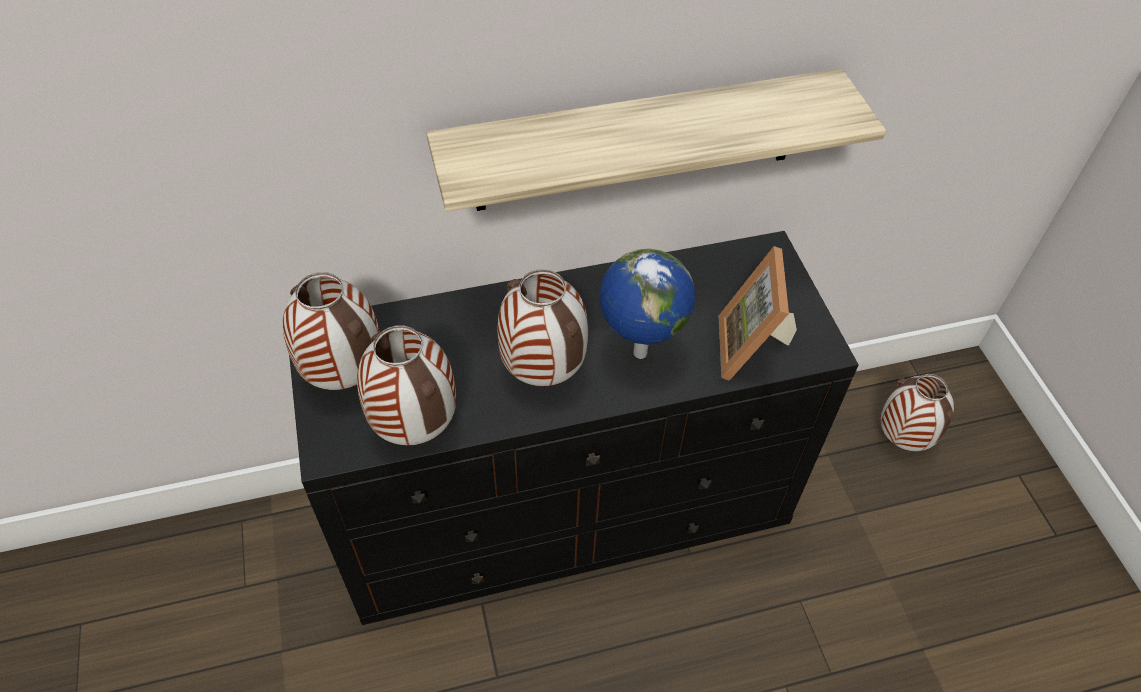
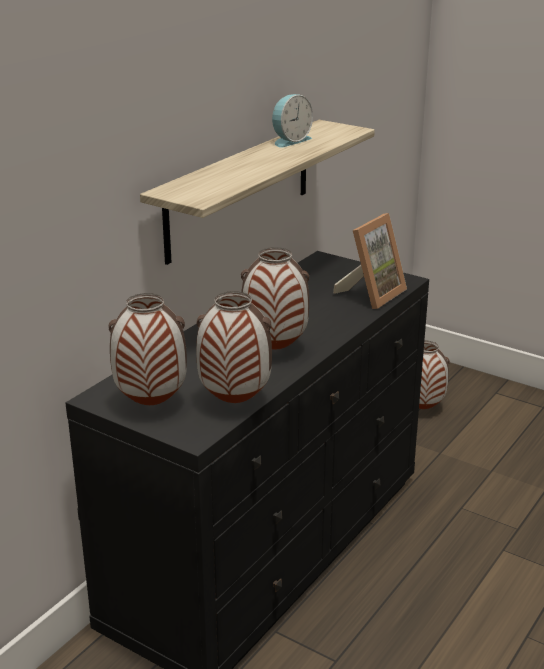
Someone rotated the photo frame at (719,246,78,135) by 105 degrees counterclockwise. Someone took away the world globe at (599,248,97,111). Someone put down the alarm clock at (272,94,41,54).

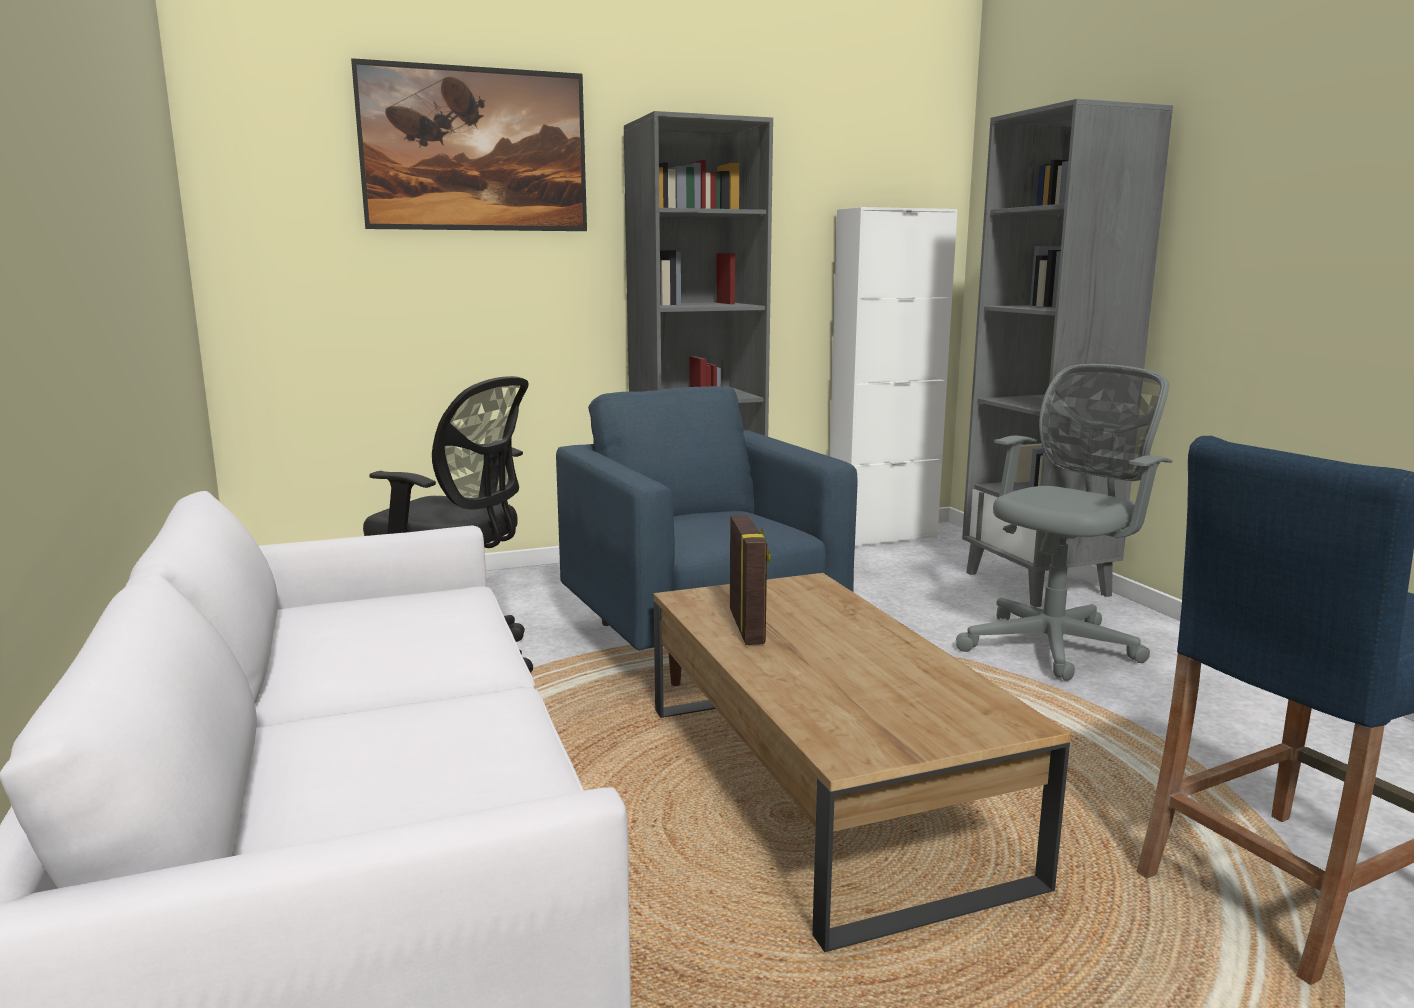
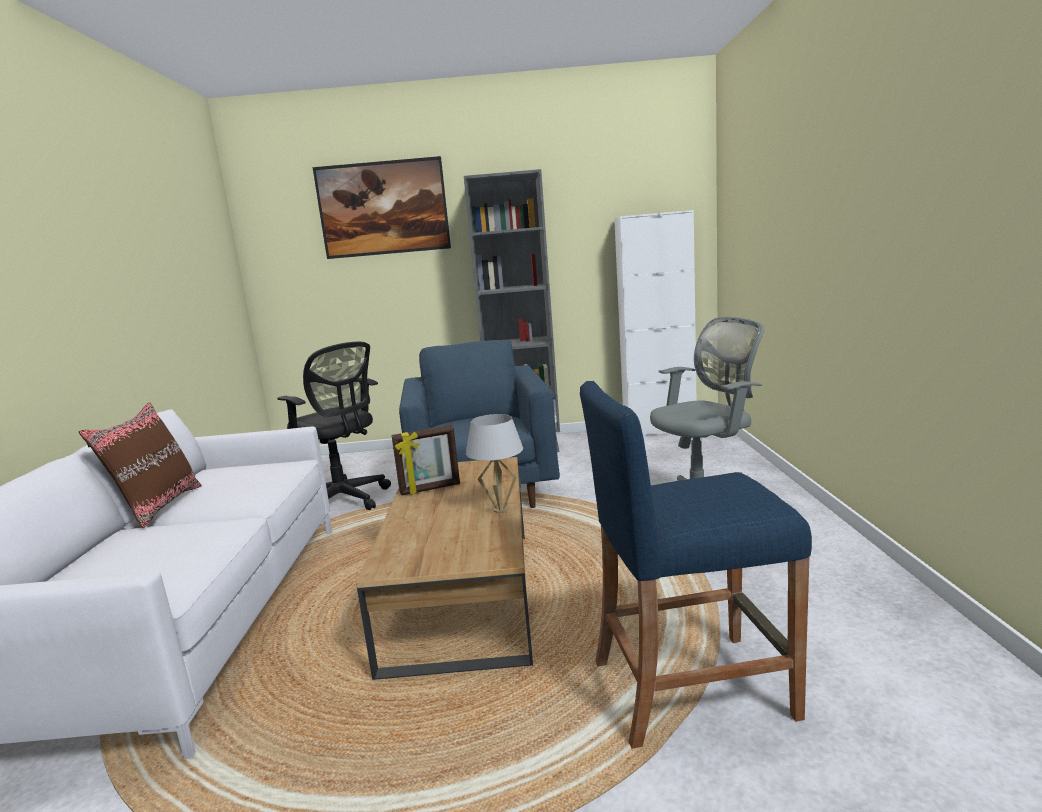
Someone took away the gray shelving unit at (962,99,211,508). Someone rotated the photo frame at (730,515,40,130) by 60 degrees clockwise. Someone put down the brownish pillow at (79,402,123,126). Someone put down the white tabletop lamp at (466,414,57,99).

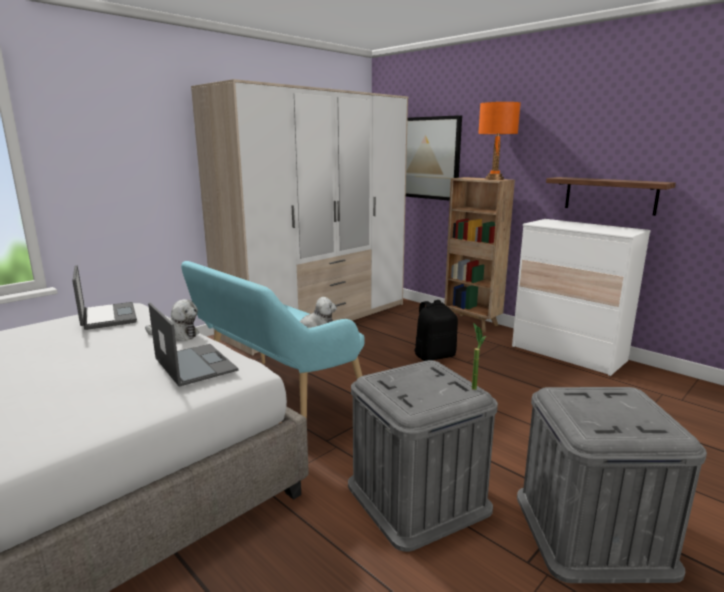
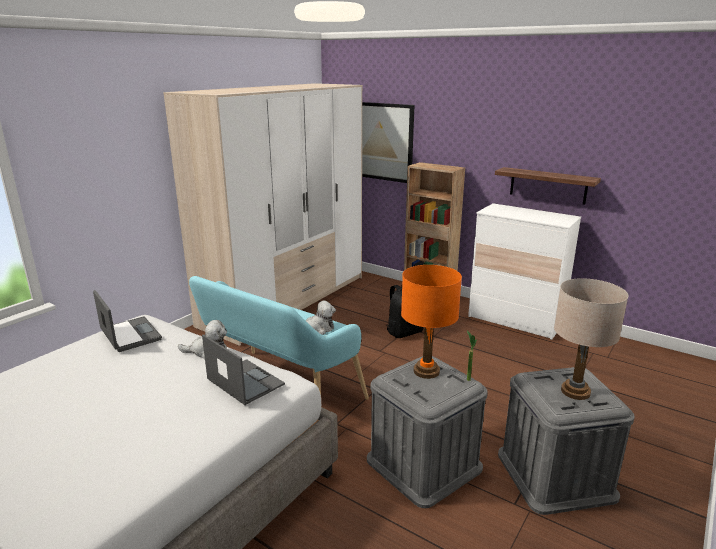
Someone carried the orange-coloured tabletop lamp from (478,102,43,78) to (401,265,61,114). Someone put down the beige tabletop lamp at (554,278,74,122).

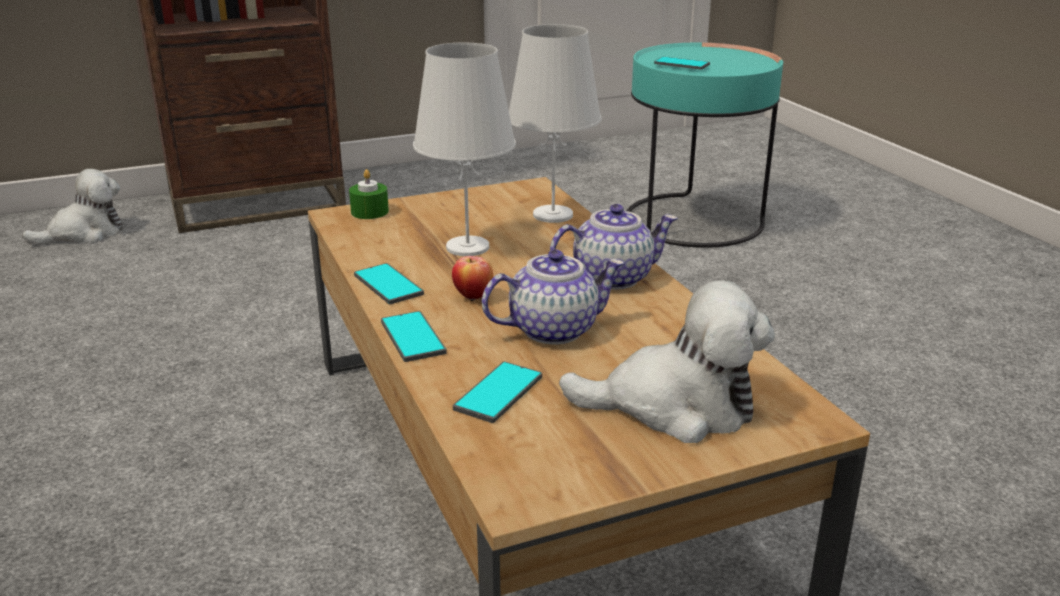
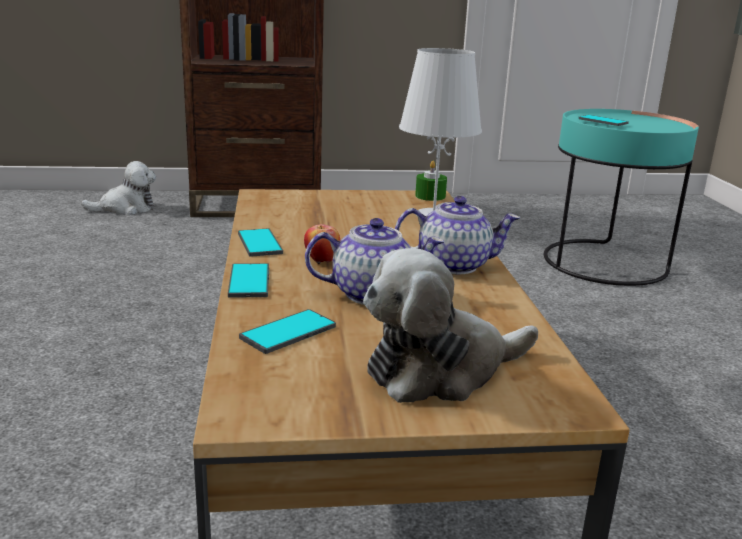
Someone took away the white tabletop lamp at (413,43,103,213). Someone carried the greenish wax candle from (349,169,40,50) to (415,161,32,40). Someone rotated the cuddly toy at (559,280,216,163) by 135 degrees clockwise.

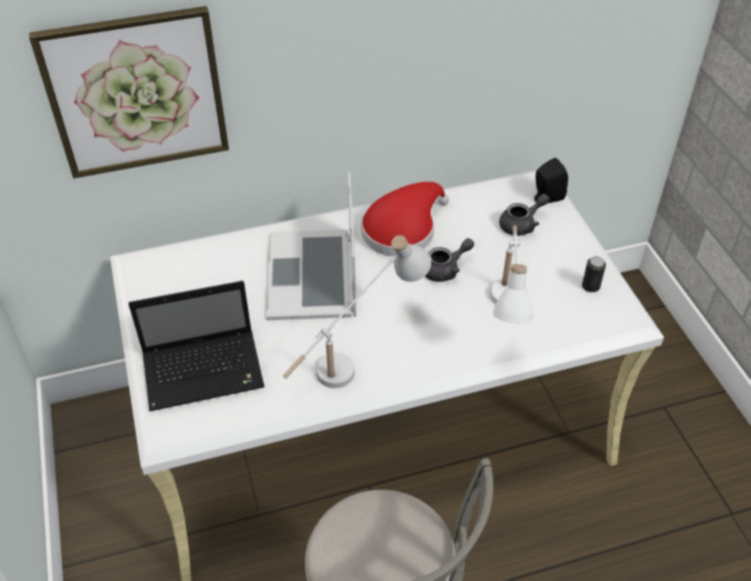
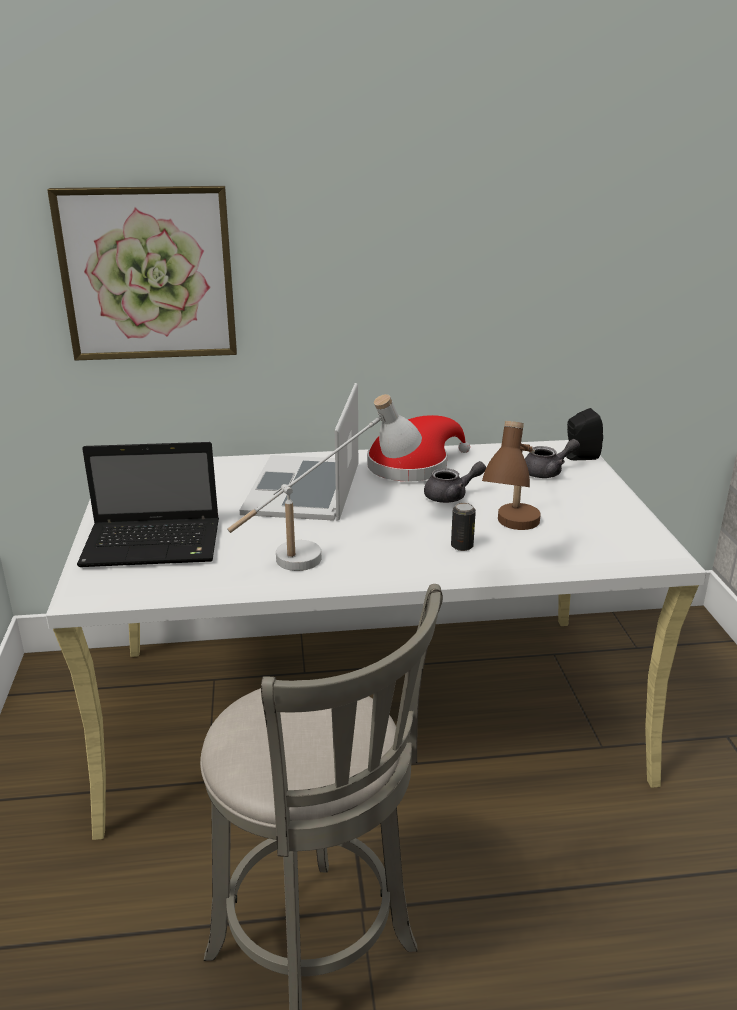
Someone repainted the white tabletop lamp at (490,225,43,98), which became the brownish tabletop lamp at (482,421,59,109). Someone carried the sealed can from (582,256,24,36) to (451,503,25,48).

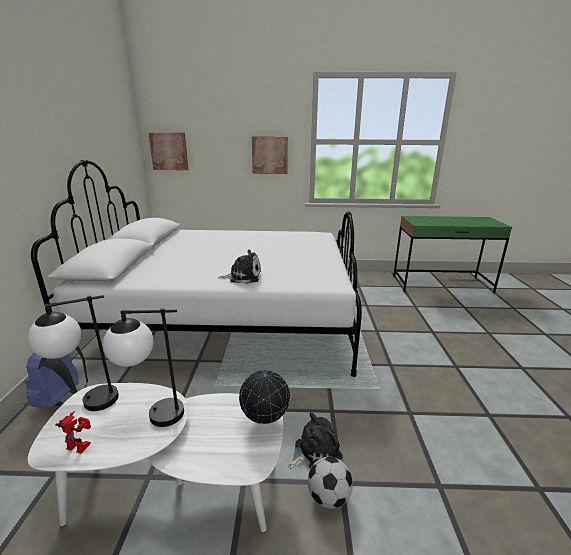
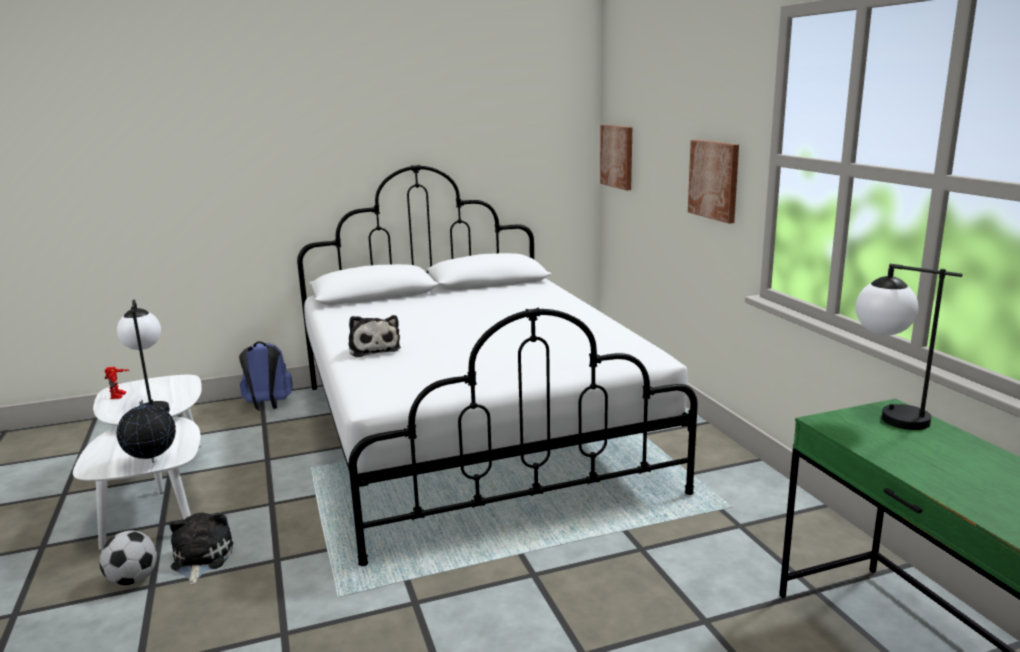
Someone carried the tabletop lamp from (28,295,91,116) to (856,264,107,166). Someone rotated the cuddly toy at (288,412,55,57) by 135 degrees counterclockwise.

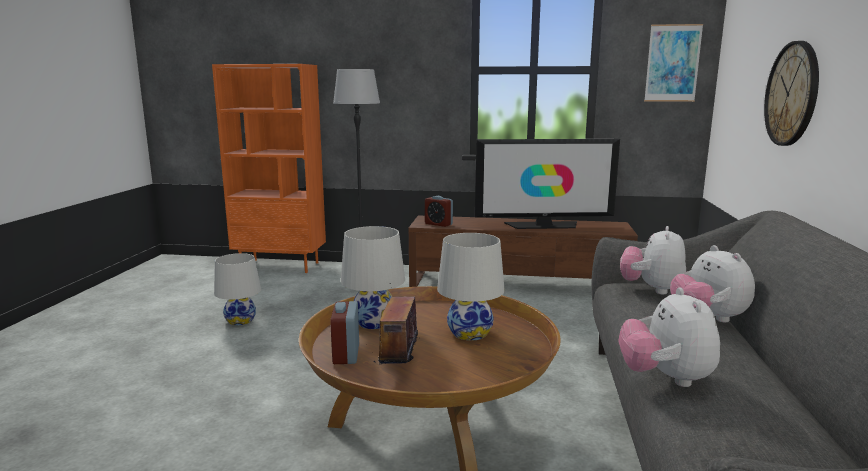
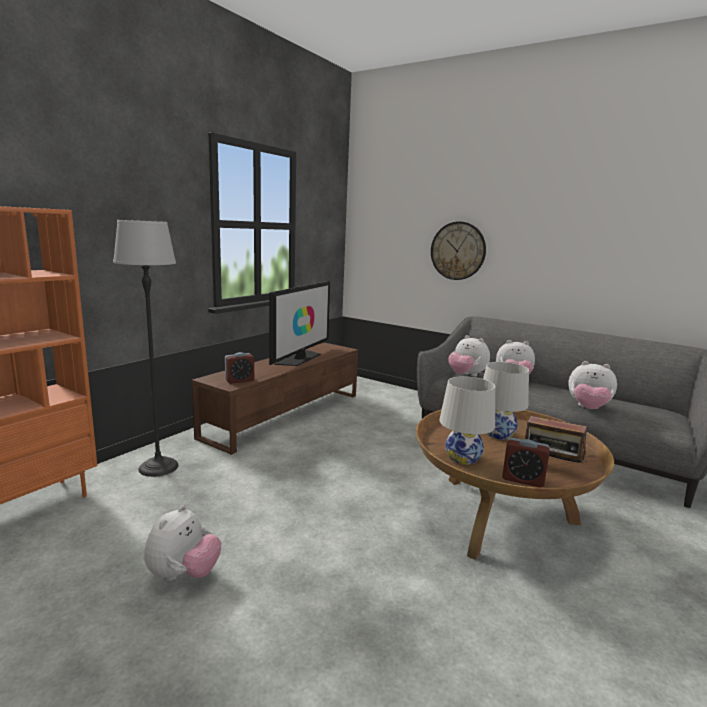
Someone took away the picture at (644,24,59,78). Someone swapped the white tabletop lamp at (214,253,47,73) for the cuddly toy at (144,505,77,76).

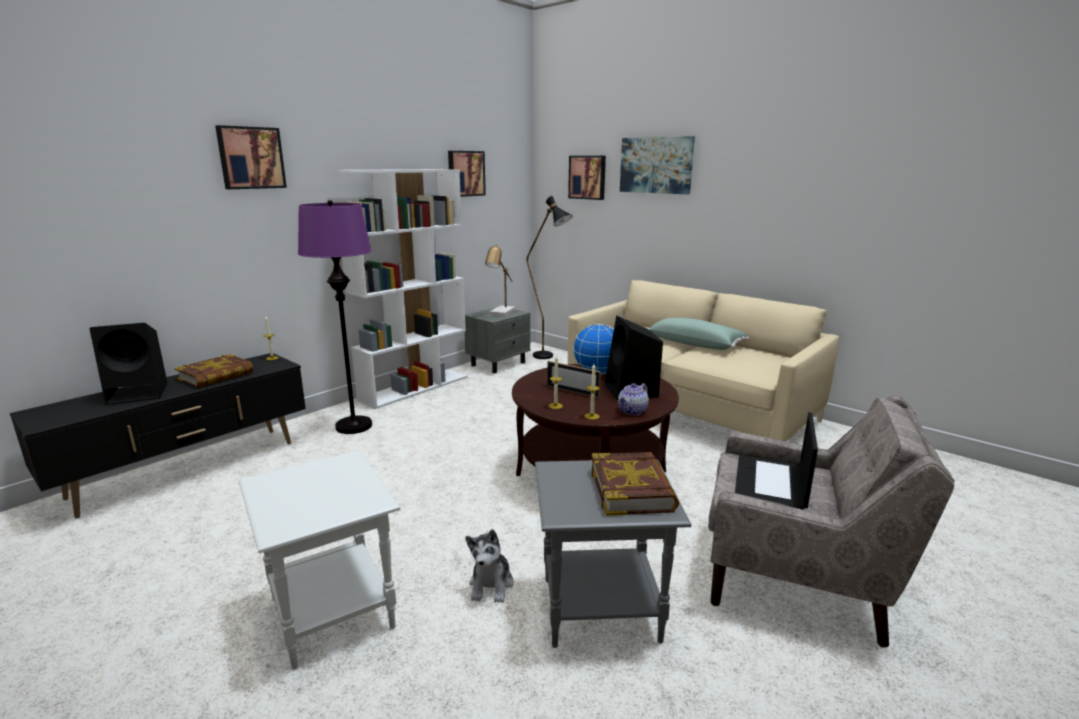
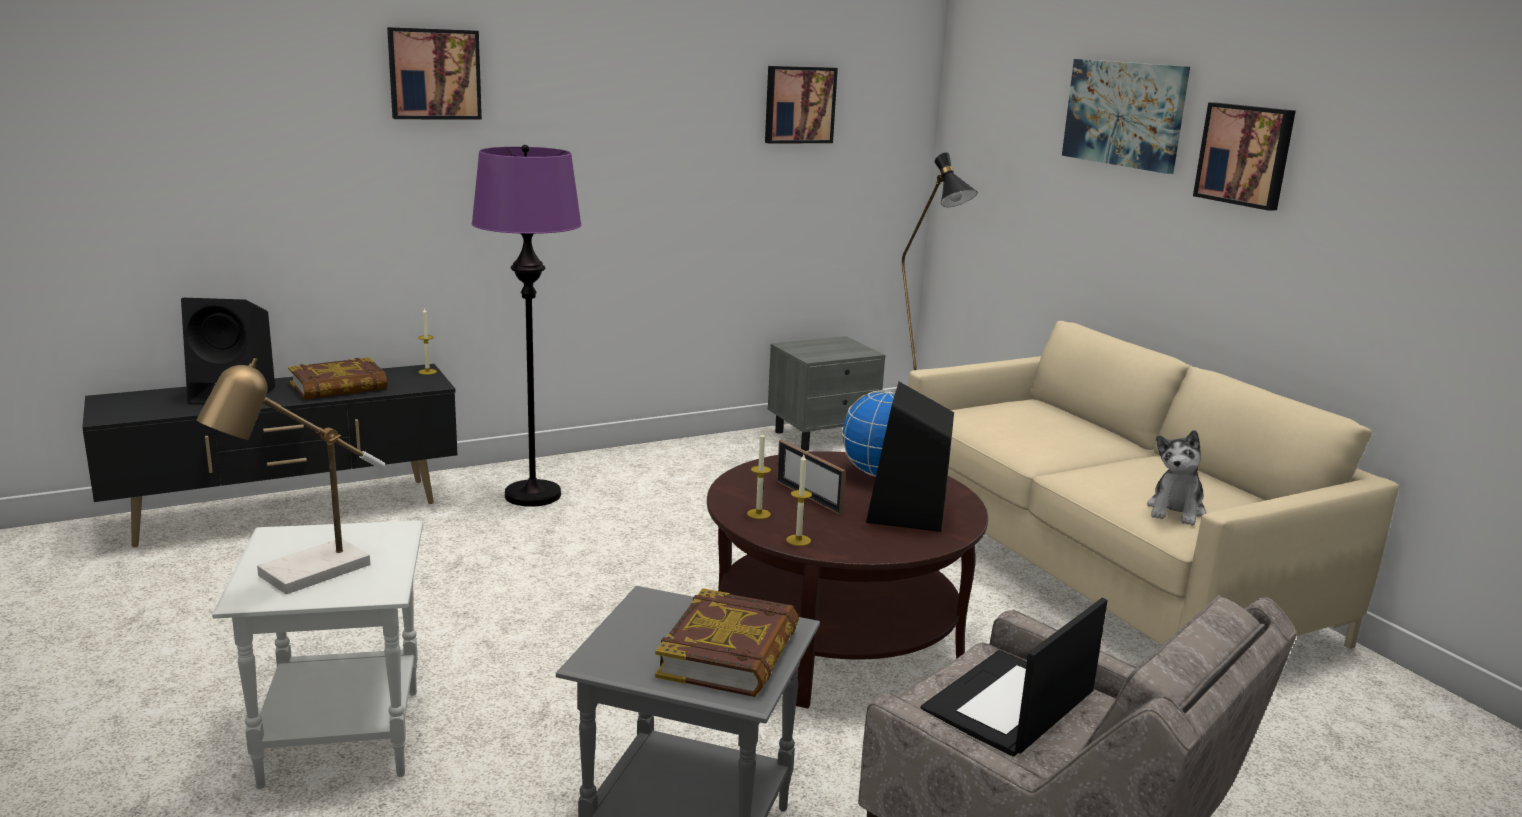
Someone carried the picture from (568,156,38,44) to (1193,103,103,108). Someone took away the white shelving unit at (333,169,135,240). Someone carried the tabletop lamp from (485,244,30,72) to (197,358,188,236). Someone took away the greenish pillow at (647,318,102,32). Someone took away the teapot at (618,383,31,32). Someone carried the cuddly toy from (465,529,49,74) to (1147,430,59,96).

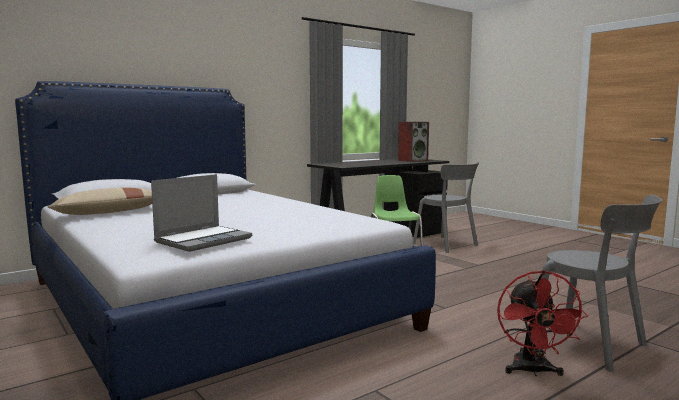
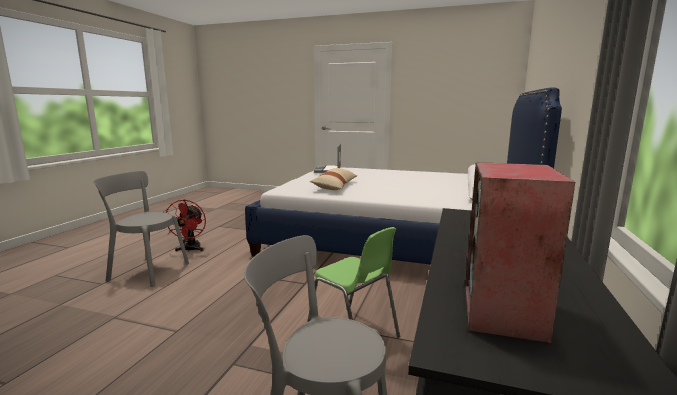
Someone carried the beige pillow from (48,188,104,27) to (310,168,47,22). Someone rotated the reddish fan at (497,270,91,106) by 150 degrees counterclockwise.

